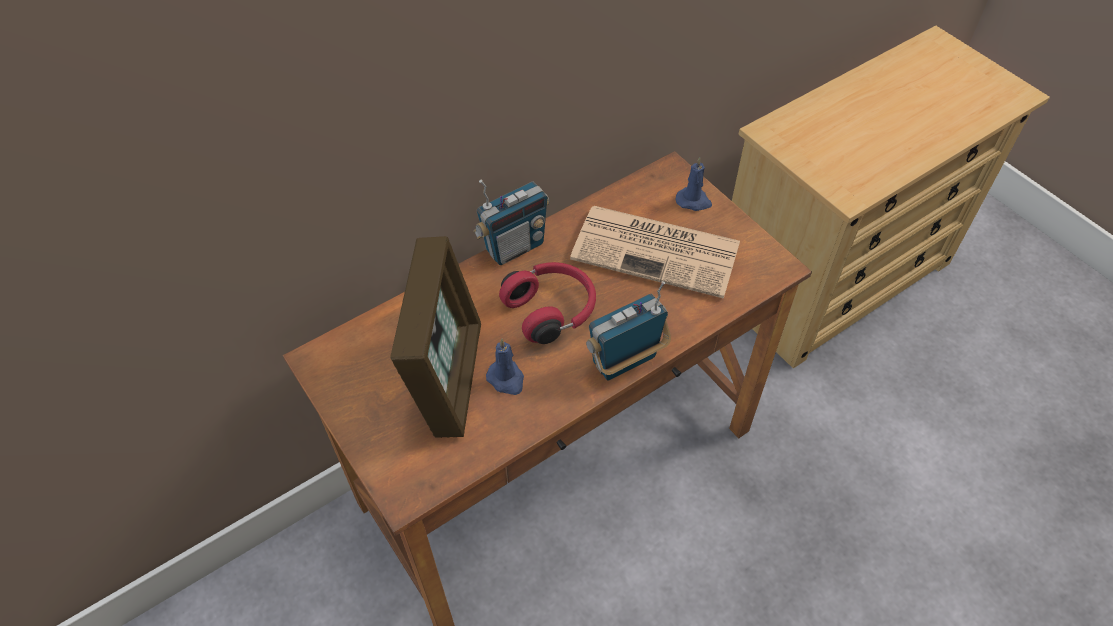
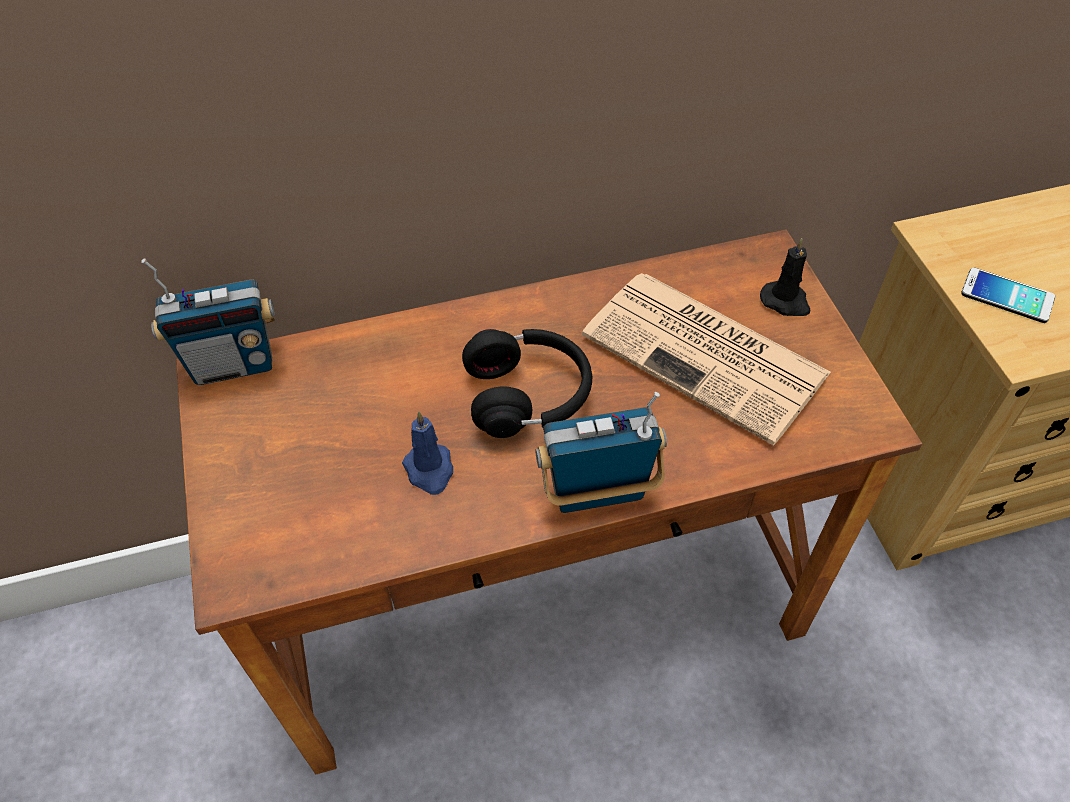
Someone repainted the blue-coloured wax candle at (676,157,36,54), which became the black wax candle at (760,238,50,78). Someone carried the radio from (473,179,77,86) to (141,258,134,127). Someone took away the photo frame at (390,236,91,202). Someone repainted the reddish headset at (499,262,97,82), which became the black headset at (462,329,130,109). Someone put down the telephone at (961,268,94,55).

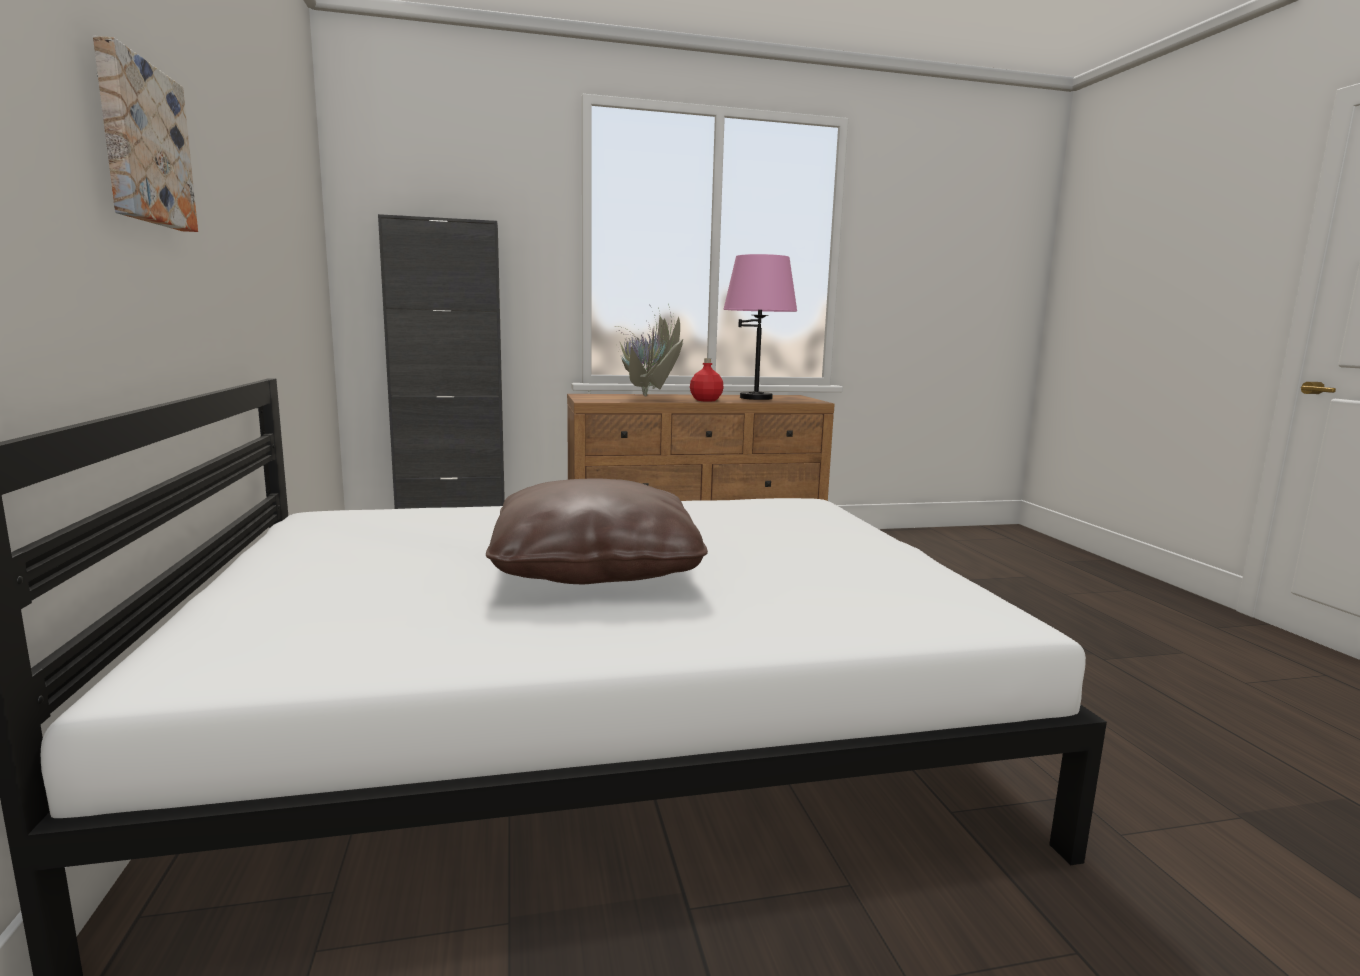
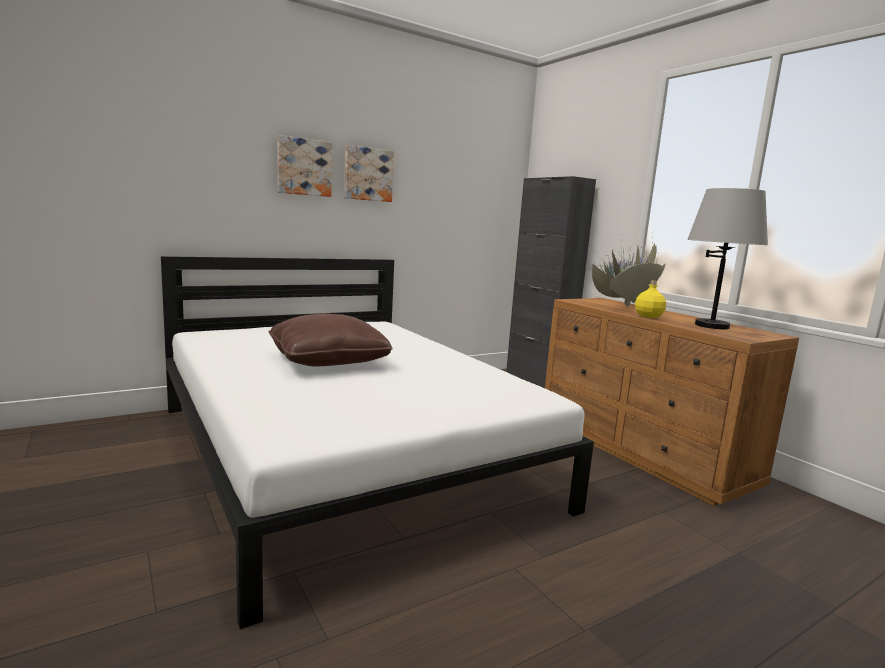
Someone repainted the pink-coloured tabletop lamp at (723,254,74,146), which became the gray tabletop lamp at (687,188,81,141). Someone repainted the reddish drink bottle at (690,358,34,44), which became the yellowish drink bottle at (635,280,31,38). Someone put up the picture at (344,145,50,57).

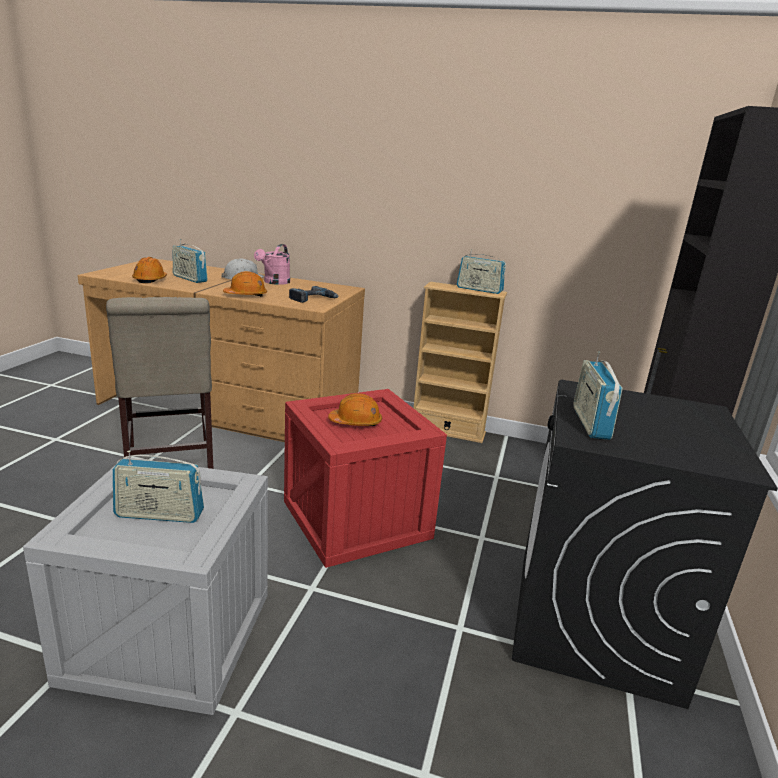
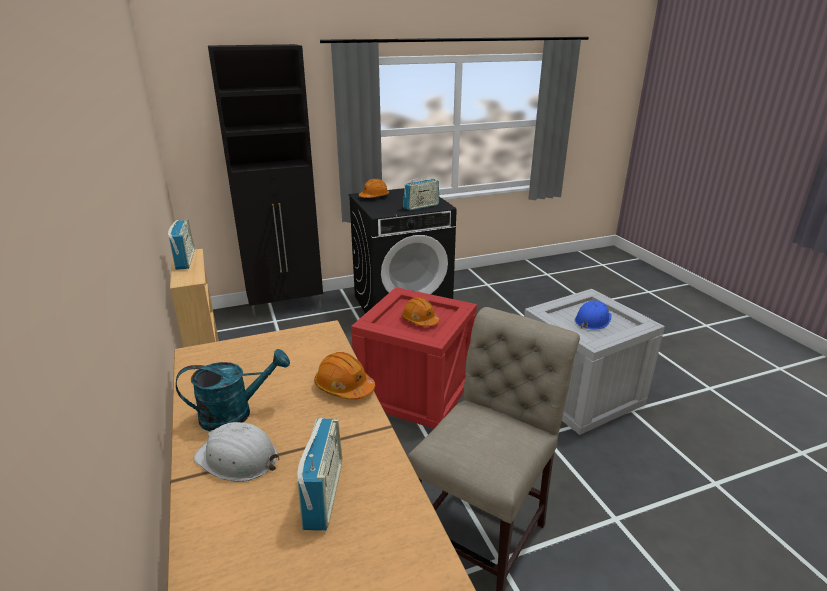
Someone repainted the pink-coloured watering can at (254,244,36,41), which became the turquoise-coloured watering can at (176,349,114,82). Someone carried the orange-coloured hard hat from (132,257,35,27) to (359,179,30,19). Someone took away the electric drill at (289,286,50,17). Someone swapped the radio at (113,451,91,72) for the blue-coloured hard hat at (575,300,37,29).

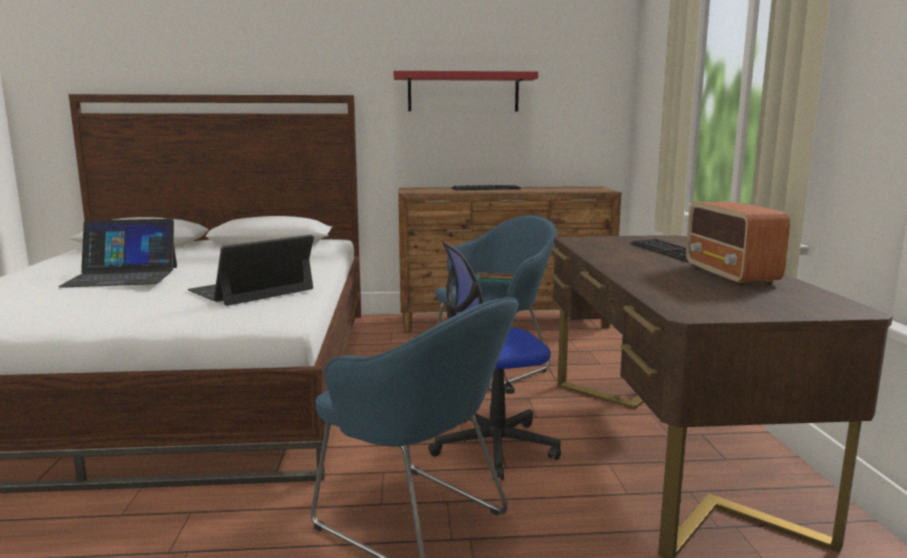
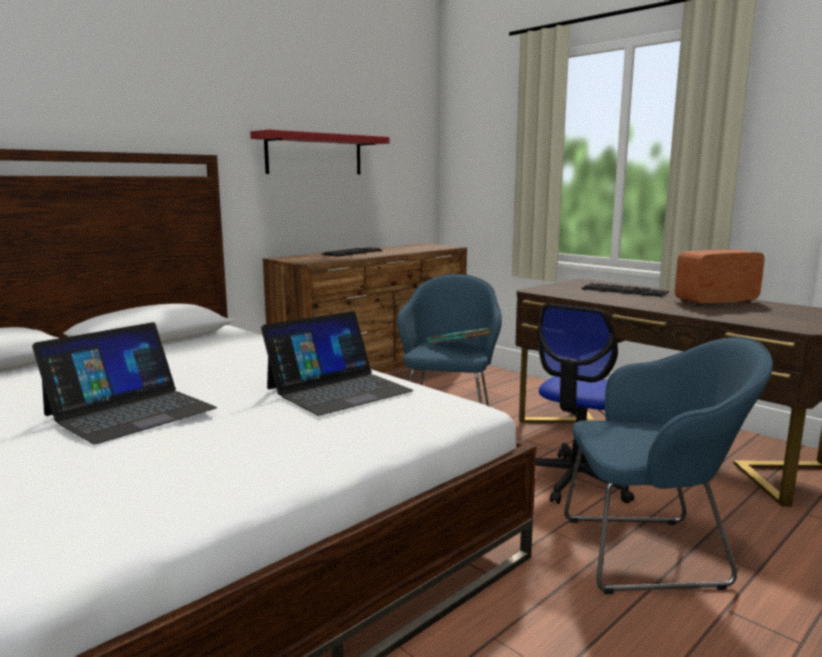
Someone rotated the radio at (686,202,104,84) by 120 degrees clockwise. Someone rotated the notebook computer at (187,235,127,71) by 135 degrees counterclockwise.

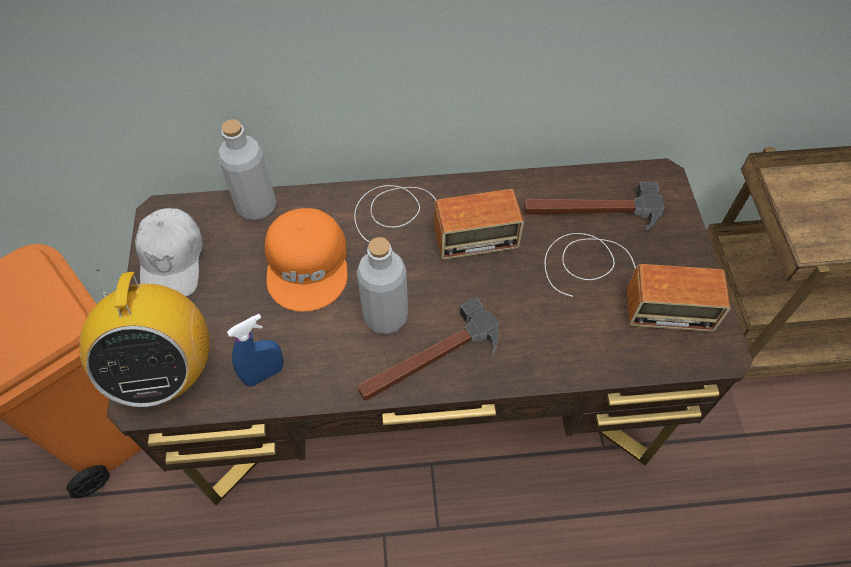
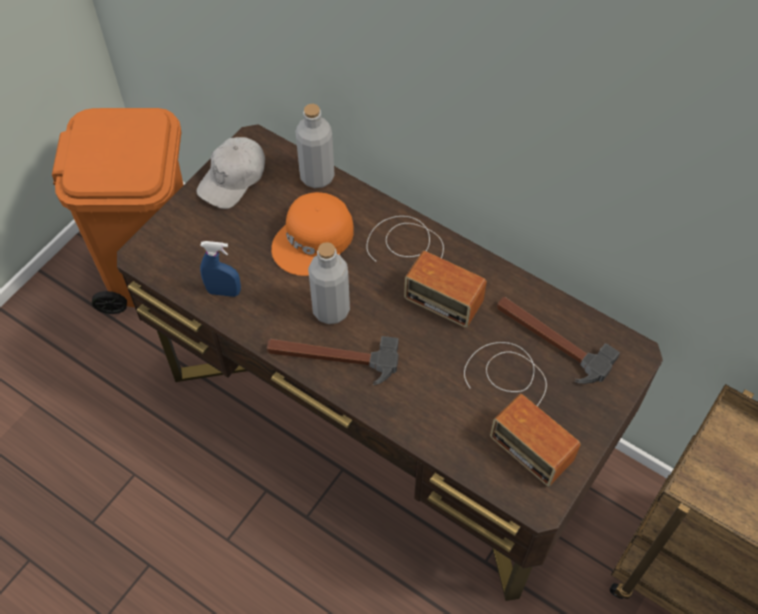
Someone took away the radio at (79,269,131,138).

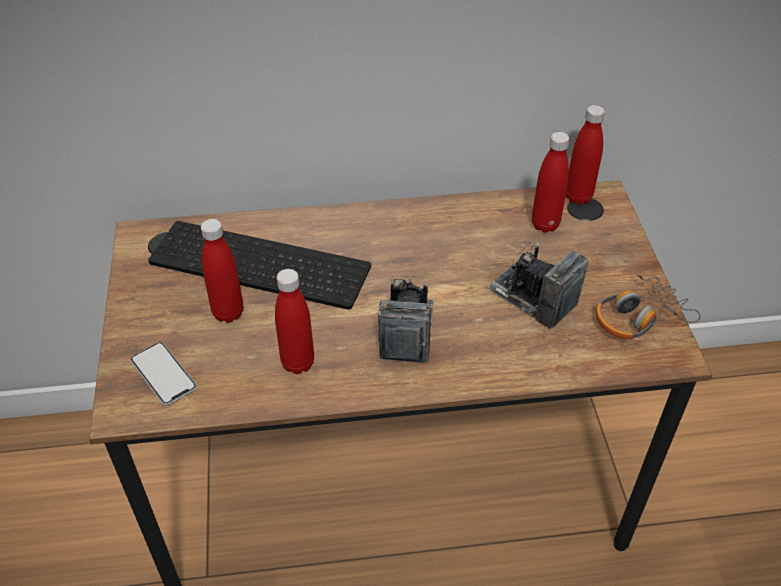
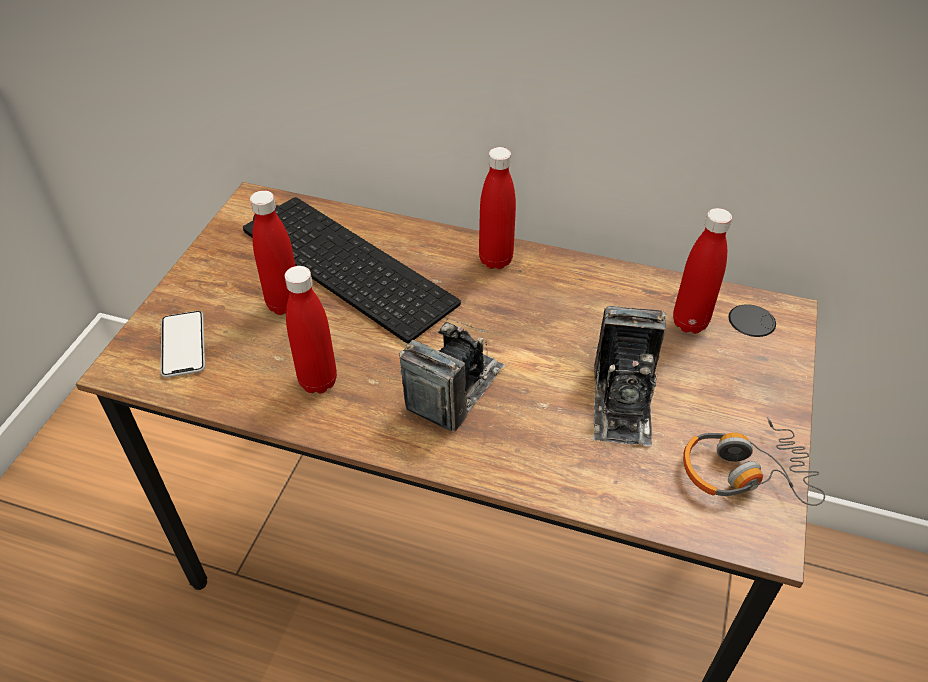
Someone carried the reddish drink bottle from (566,105,39,100) to (479,147,37,122). Someone rotated the photo camera at (487,239,102,90) by 150 degrees counterclockwise.

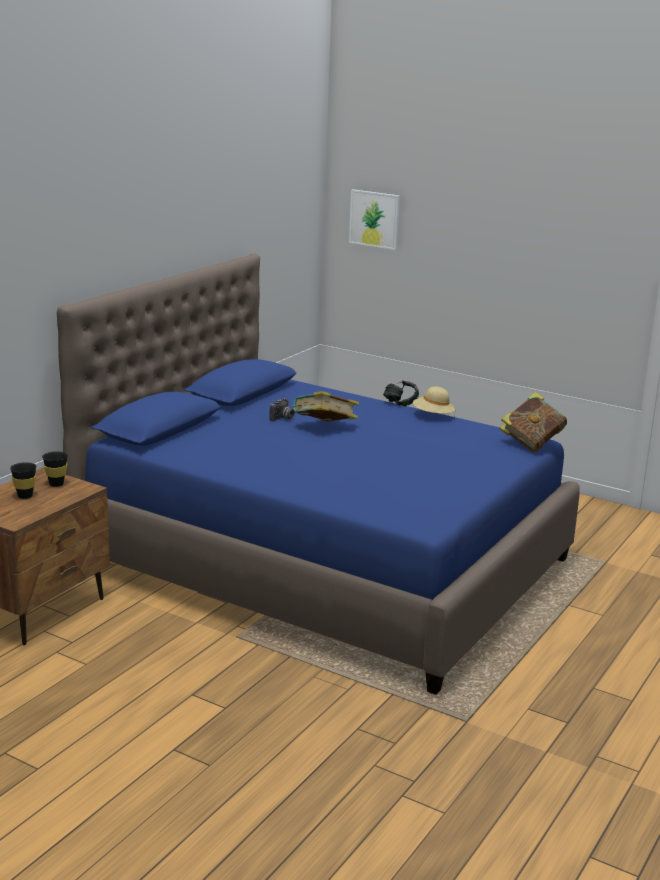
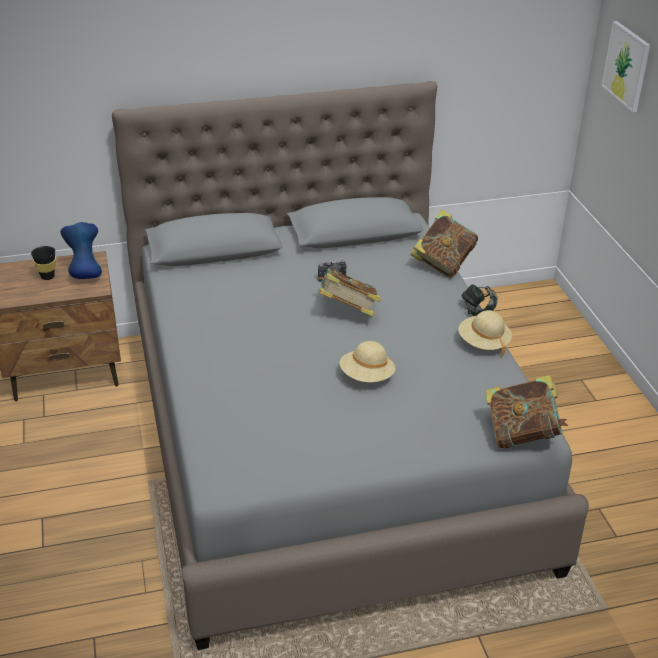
Someone repainted the blue-coloured bed at (57,254,523,441), which became the gray bed at (112,81,477,569). Someone swapped the black drinking cup at (42,451,26,36) for the blue-coloured flower vase at (60,222,42,57). Someone put down the volume at (411,210,67,67). Someone put down the beige clothing hat at (340,341,55,41).

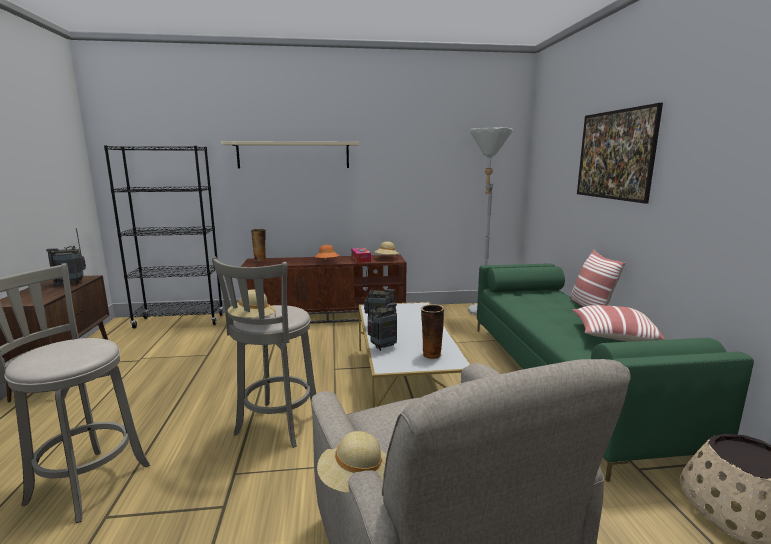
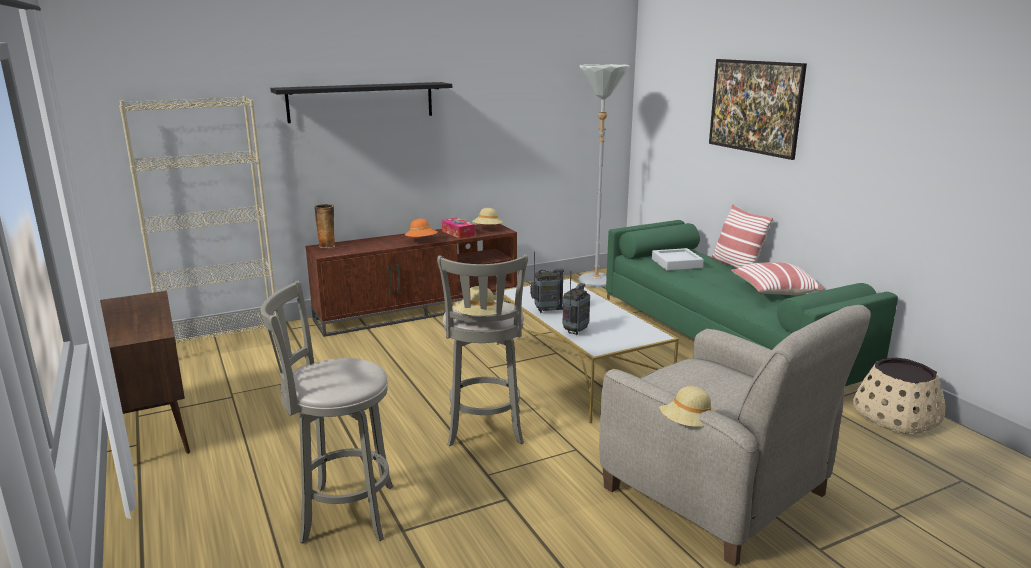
Someone repainted the beige bracket shelf at (221,141,138,27), which became the black bracket shelf at (270,82,182,41). Someone repainted the black shelving unit at (104,145,120,184), which became the beige shelving unit at (119,96,158,247). Someone took away the radio at (46,228,40,58). Someone took away the flower vase at (421,304,23,55). Someone put down the gray tray at (652,248,52,23).

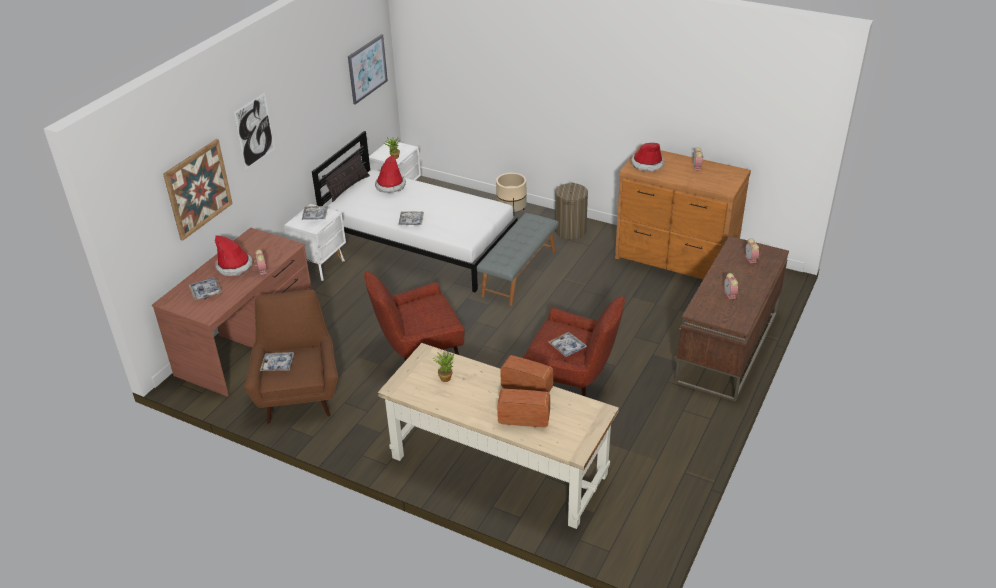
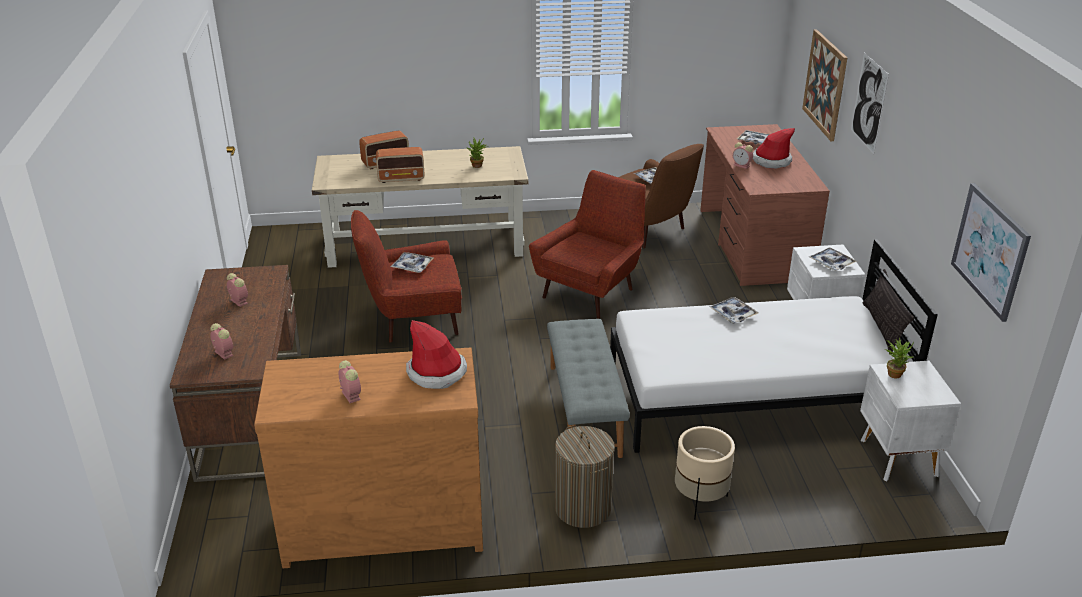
Someone took away the clothing hat at (375,155,31,38).

